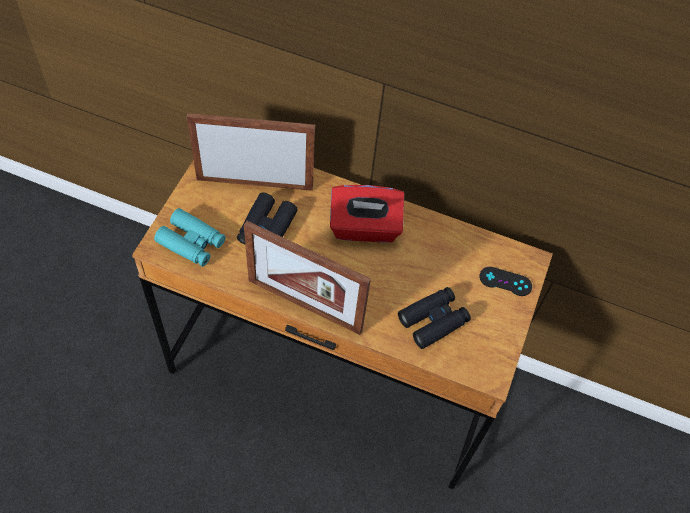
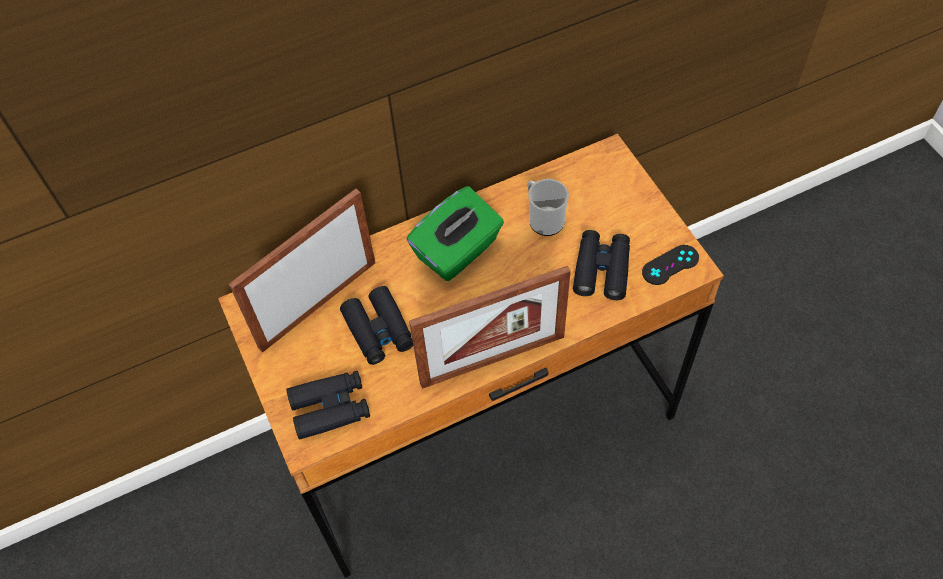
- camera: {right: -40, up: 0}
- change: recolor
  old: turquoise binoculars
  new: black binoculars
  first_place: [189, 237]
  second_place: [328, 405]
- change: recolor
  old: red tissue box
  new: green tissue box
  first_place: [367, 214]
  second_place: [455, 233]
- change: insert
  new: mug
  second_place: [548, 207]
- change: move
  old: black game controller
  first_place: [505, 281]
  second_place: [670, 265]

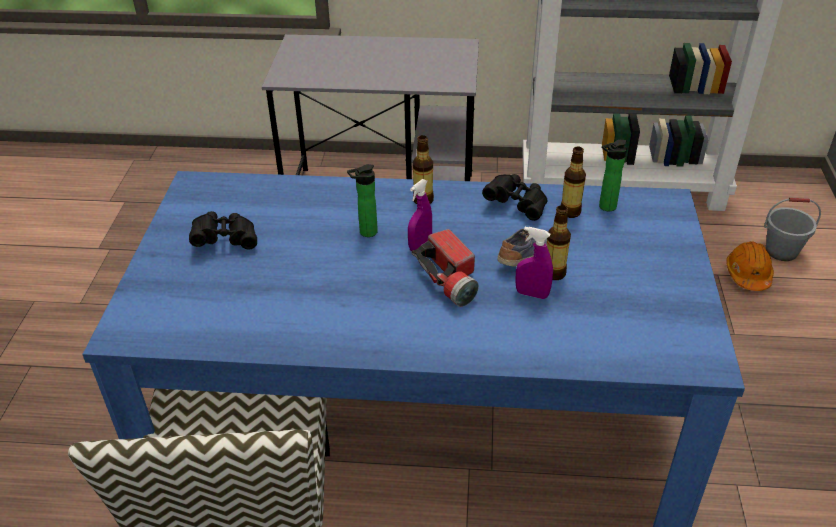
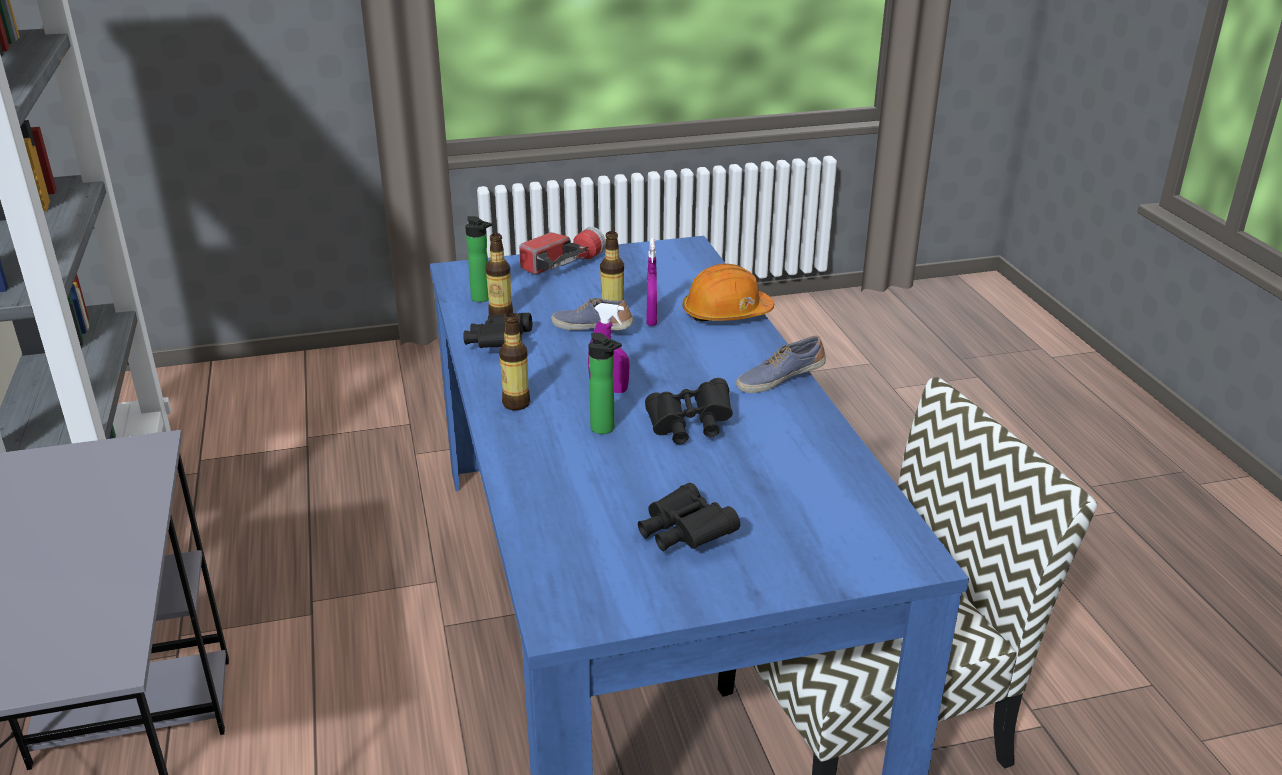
- camera: {right: -110, up: -10}
- change: move
  old: flashlight
  first_place: [445, 268]
  second_place: [562, 251]
- change: insert
  new: black binoculars
  second_place: [689, 411]
- change: move
  old: orange hard hat
  first_place: [750, 266]
  second_place: [728, 292]
- change: insert
  new: shoe
  second_place: [781, 364]
- change: delete
  old: grey bucket
  first_place: [792, 229]

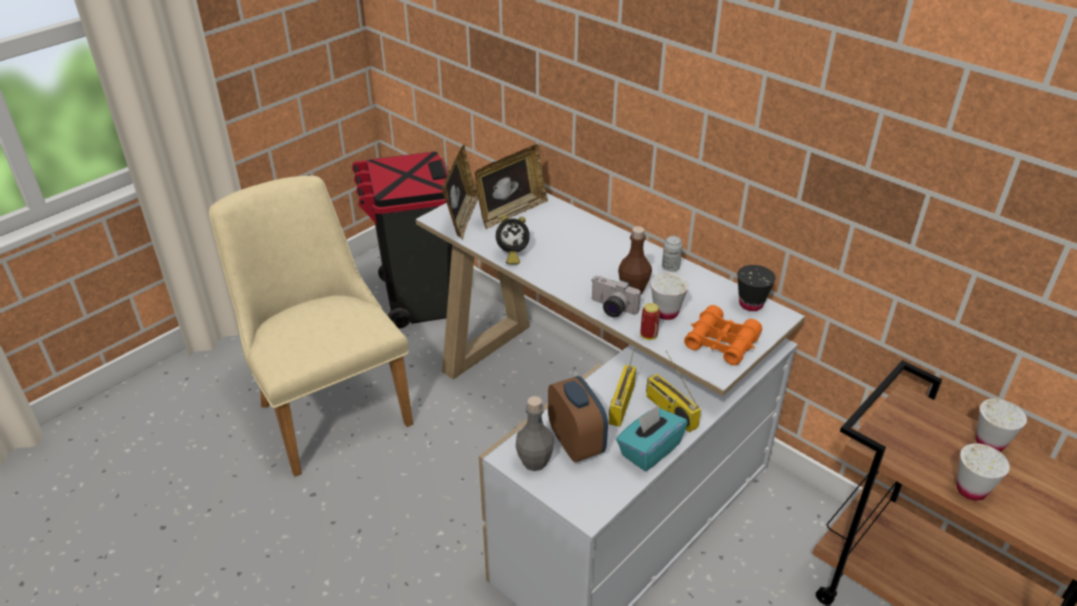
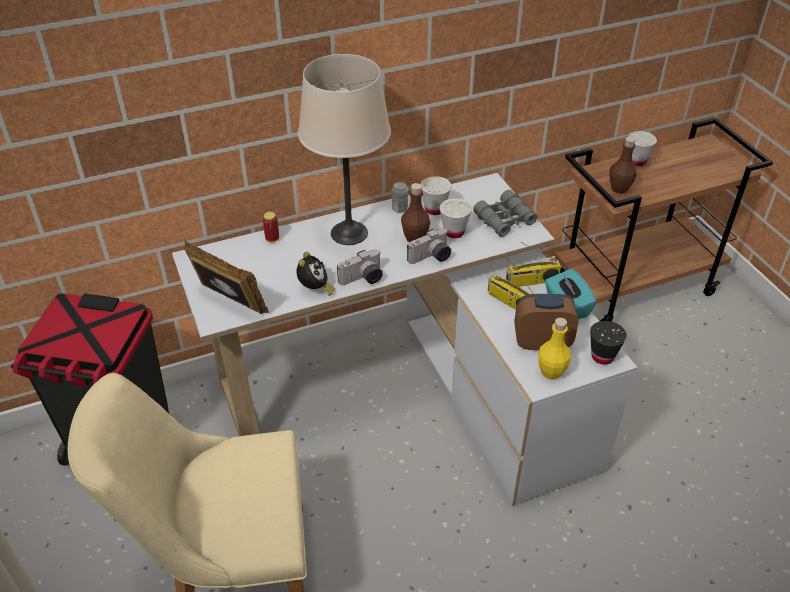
- camera: {right: -65, up: 5}
- change: move
  old: can
  first_place: [650, 321]
  second_place: [271, 227]
- change: insert
  new: beige table lamp
  second_place: [344, 149]
- change: insert
  new: photo camera
  second_place: [360, 267]
- change: move
  old: white cup
  first_place: [983, 472]
  second_place: [436, 195]
- change: recolor
  old: orange binoculars
  new: grey binoculars
  first_place: [723, 335]
  second_place: [505, 213]
- change: recolor
  old: grey bottle
  new: yellow bottle
  first_place: [535, 433]
  second_place: [554, 349]
- change: move
  old: black cup
  first_place: [756, 288]
  second_place: [608, 343]
- change: insert
  new: brown bottle
  second_place: [623, 165]
- change: delete
  old: picture frame
  first_place: [511, 187]

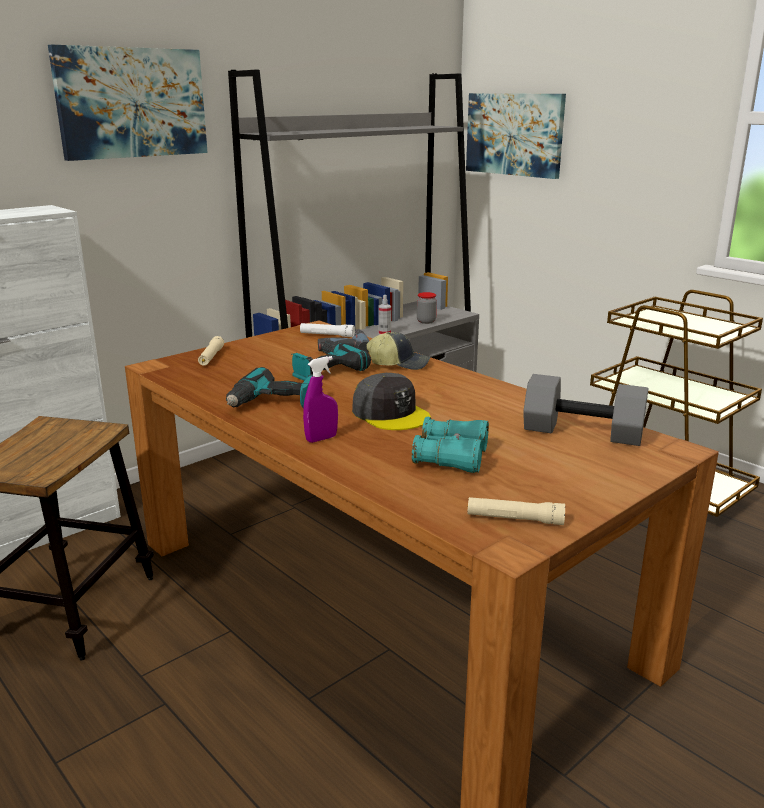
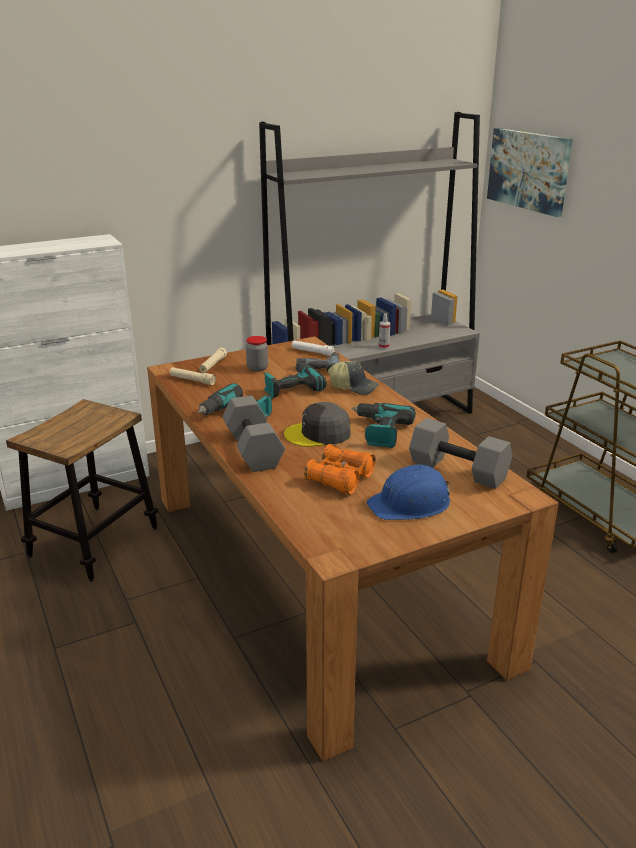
- camera: {right: 15, up: 5}
- change: move
  old: beige flashlight
  first_place: [516, 511]
  second_place: [193, 376]
- change: replace
  old: purple spray bottle
  new: grey dumbbell
  first_place: [320, 399]
  second_place: [254, 434]
- change: move
  old: jar
  first_place: [427, 308]
  second_place: [257, 354]
- change: rotate
  old: grey cap
  first_place: [391, 401]
  second_place: [317, 424]
  degrees: 105
- change: recolor
  old: turquoise binoculars
  new: orange binoculars
  first_place: [450, 445]
  second_place: [340, 469]
- change: insert
  new: power drill
  second_place: [383, 425]
- change: insert
  new: blue hard hat
  second_place: [408, 492]
- change: delete
  old: picture
  first_place: [128, 103]

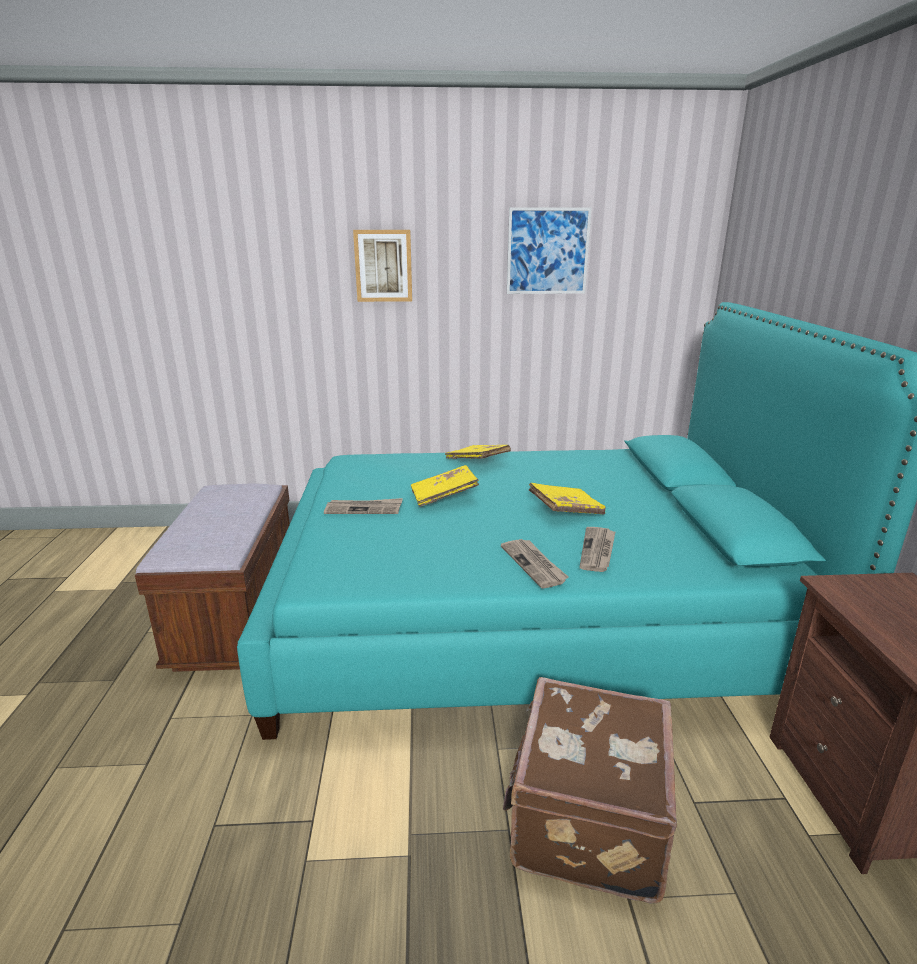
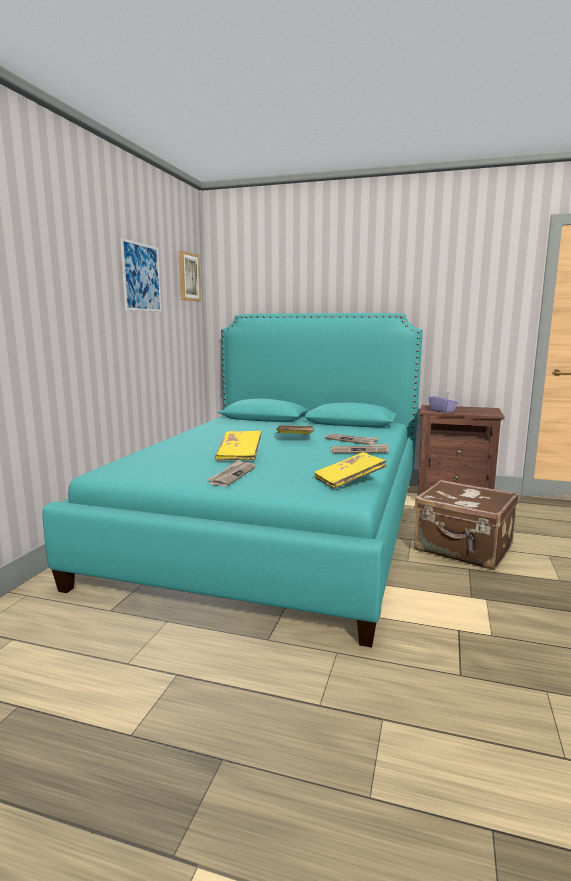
- camera: {right: -70, up: -10}
- change: move
  old: picture
  first_place: [382, 266]
  second_place: [190, 275]
- change: move
  old: yellow book
  first_place: [478, 452]
  second_place: [350, 470]
- change: insert
  new: purple tissue box
  second_place: [443, 402]
- change: delete
  old: brown bench
  first_place: [212, 578]

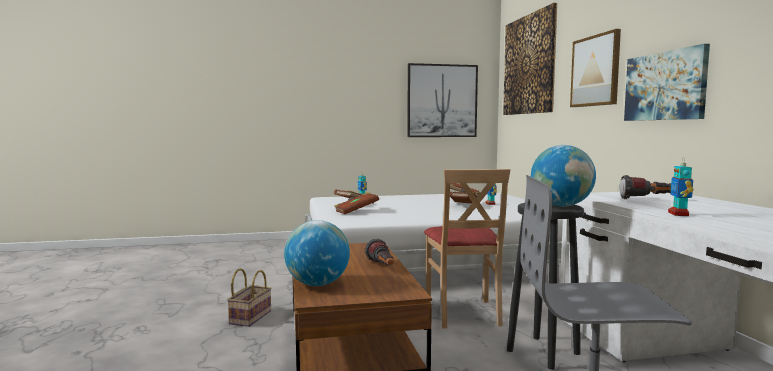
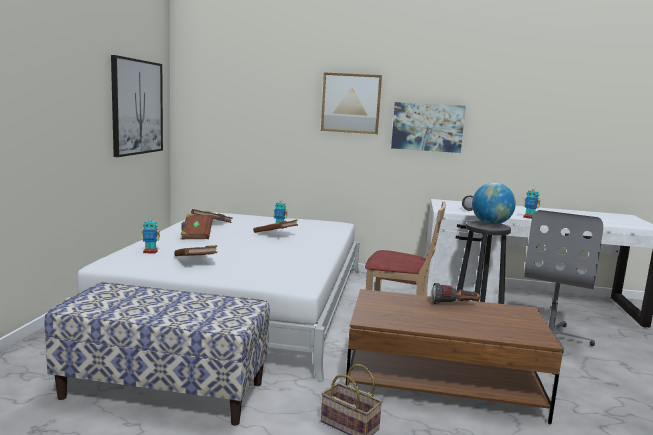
- camera: {right: -70, up: 5}
- change: insert
  new: bench
  second_place: [157, 354]
- change: move
  old: brown book
  first_place: [356, 203]
  second_place: [196, 226]
- change: delete
  old: globe
  first_place: [317, 253]
- change: delete
  old: picture
  first_place: [530, 59]

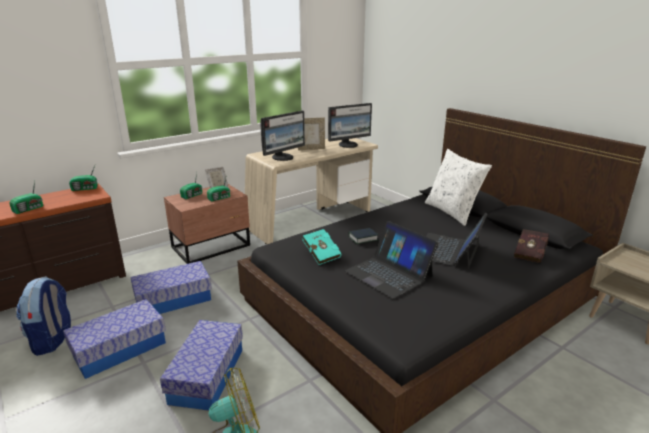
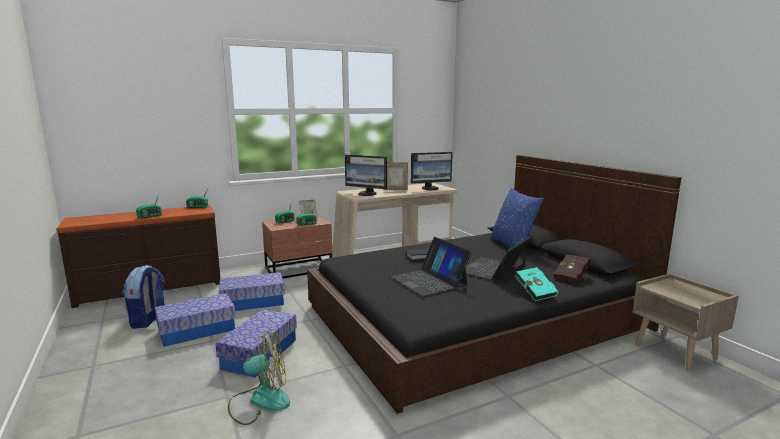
- camera: {right: 10, up: -10}
- change: rotate
  old: monitor
  first_place: [282, 136]
  second_place: [366, 175]
  degrees: 60
- change: recolor
  old: white pillow
  new: blue pillow
  first_place: [458, 187]
  second_place: [517, 218]
- change: move
  old: turquoise book
  first_place: [322, 247]
  second_place: [537, 284]

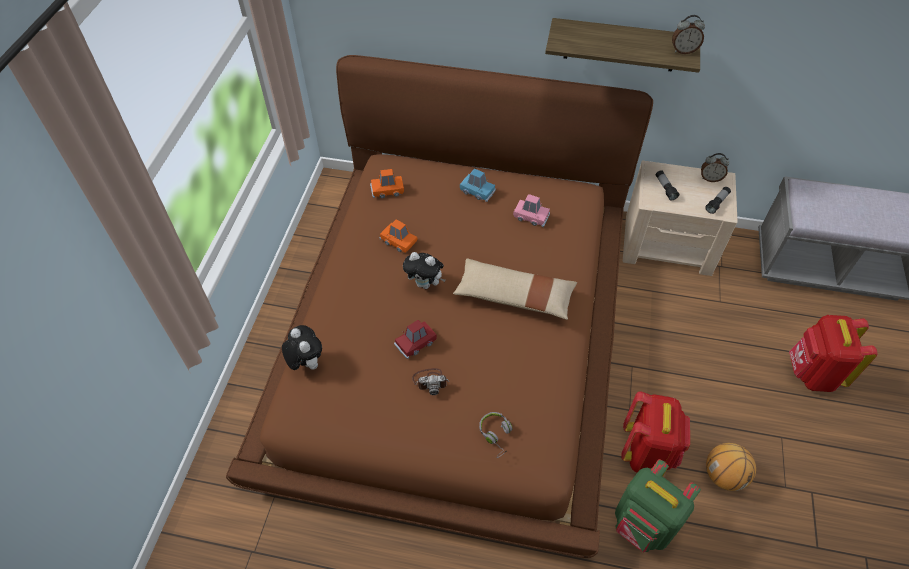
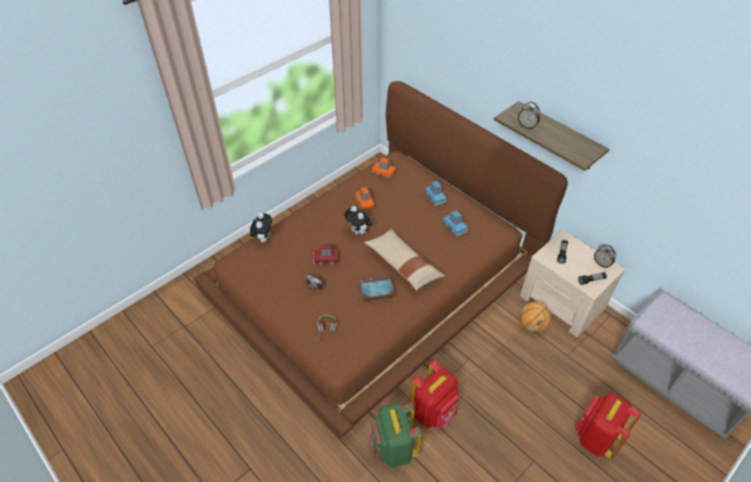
- camera: {right: 35, up: -5}
- change: insert
  new: book
  second_place: [377, 289]
- change: recolor
  old: pink toy car
  new: blue toy car
  first_place: [531, 210]
  second_place: [455, 223]
- change: move
  old: alarm clock
  first_place: [688, 34]
  second_place: [529, 116]
- change: move
  old: basketball
  first_place: [731, 467]
  second_place: [535, 316]

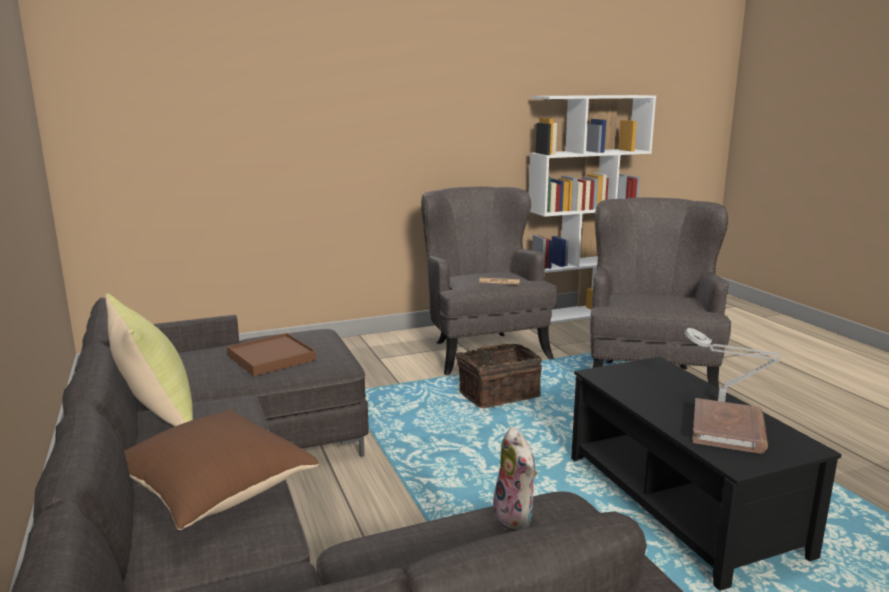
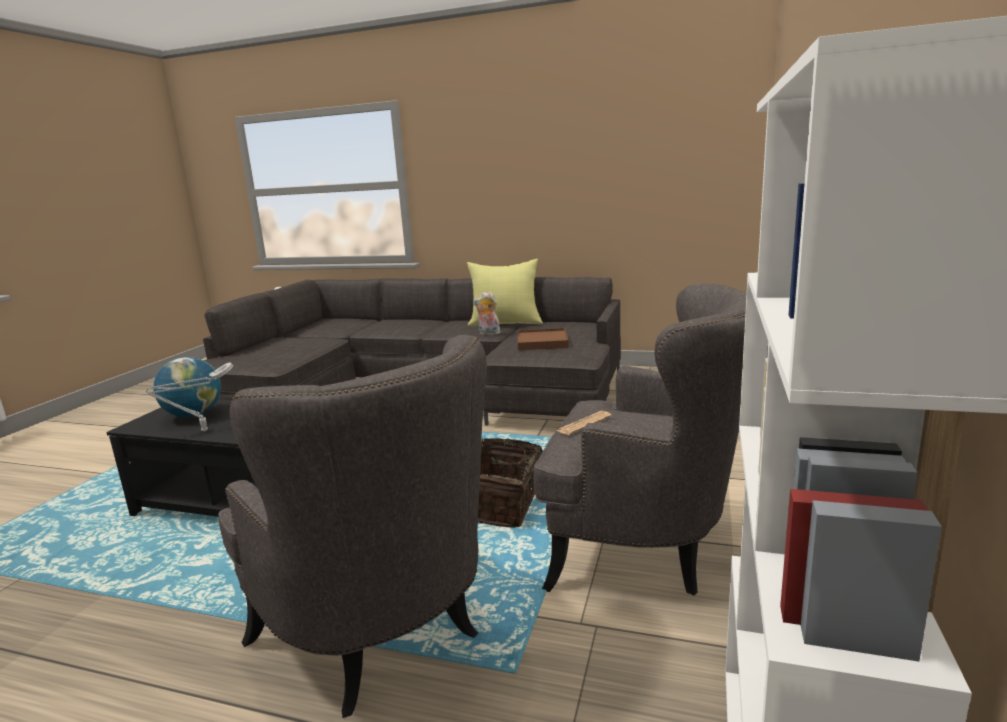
- camera: {right: 130, up: 0}
- change: replace
  old: brown book
  new: globe
  first_place: [730, 426]
  second_place: [187, 387]
- change: move
  old: plush toy
  first_place: [513, 479]
  second_place: [488, 313]
- change: delete
  old: brown pillow
  first_place: [221, 469]

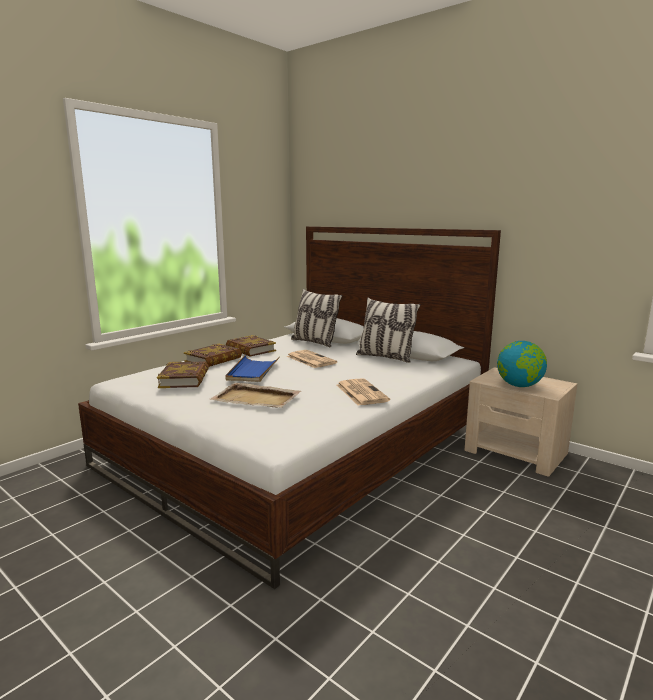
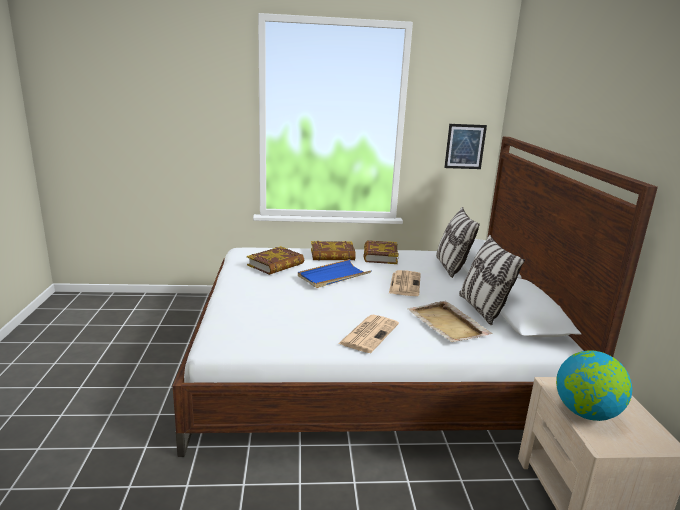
- camera: {right: 45, up: 5}
- change: move
  old: beige tray
  first_place: [255, 395]
  second_place: [450, 321]
- change: insert
  new: picture
  second_place: [465, 146]

